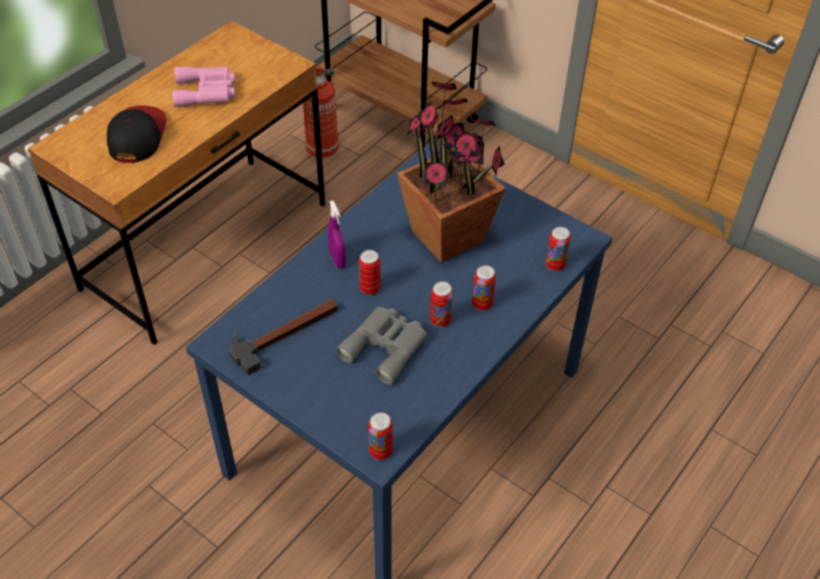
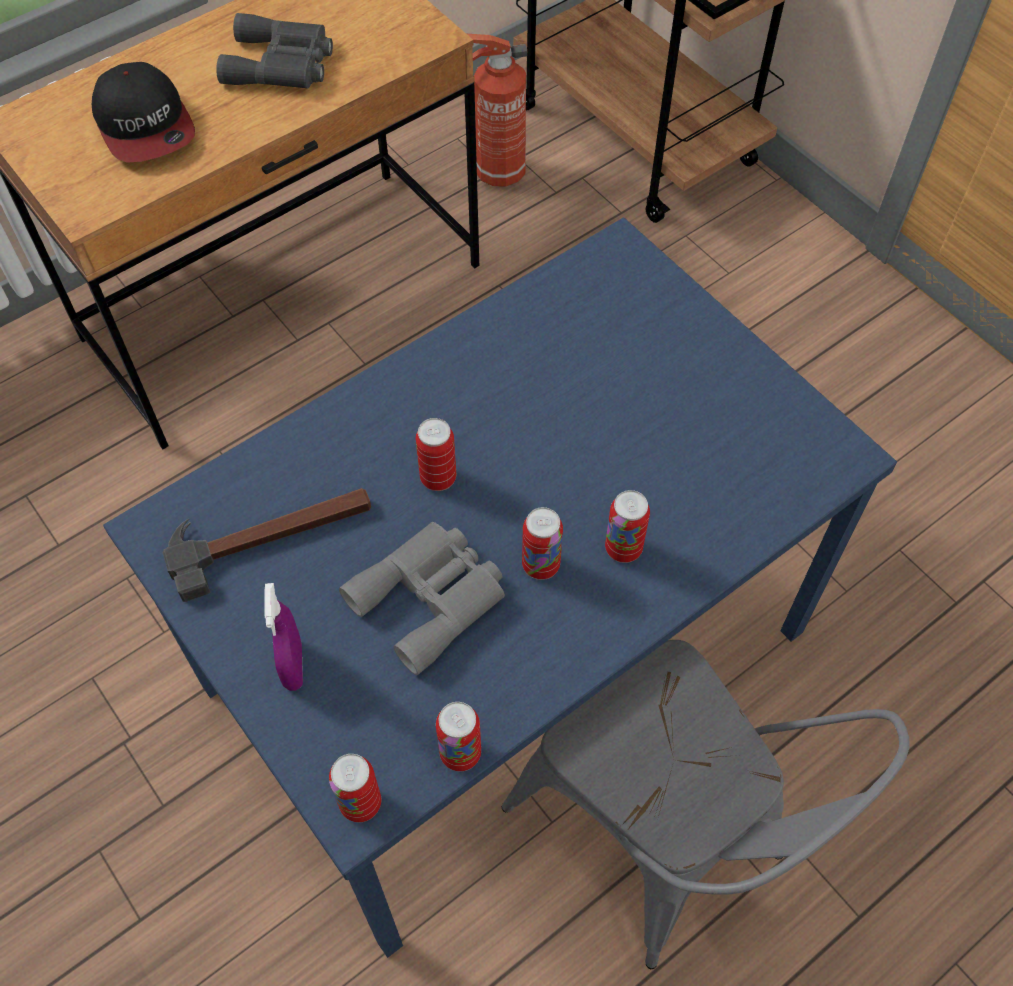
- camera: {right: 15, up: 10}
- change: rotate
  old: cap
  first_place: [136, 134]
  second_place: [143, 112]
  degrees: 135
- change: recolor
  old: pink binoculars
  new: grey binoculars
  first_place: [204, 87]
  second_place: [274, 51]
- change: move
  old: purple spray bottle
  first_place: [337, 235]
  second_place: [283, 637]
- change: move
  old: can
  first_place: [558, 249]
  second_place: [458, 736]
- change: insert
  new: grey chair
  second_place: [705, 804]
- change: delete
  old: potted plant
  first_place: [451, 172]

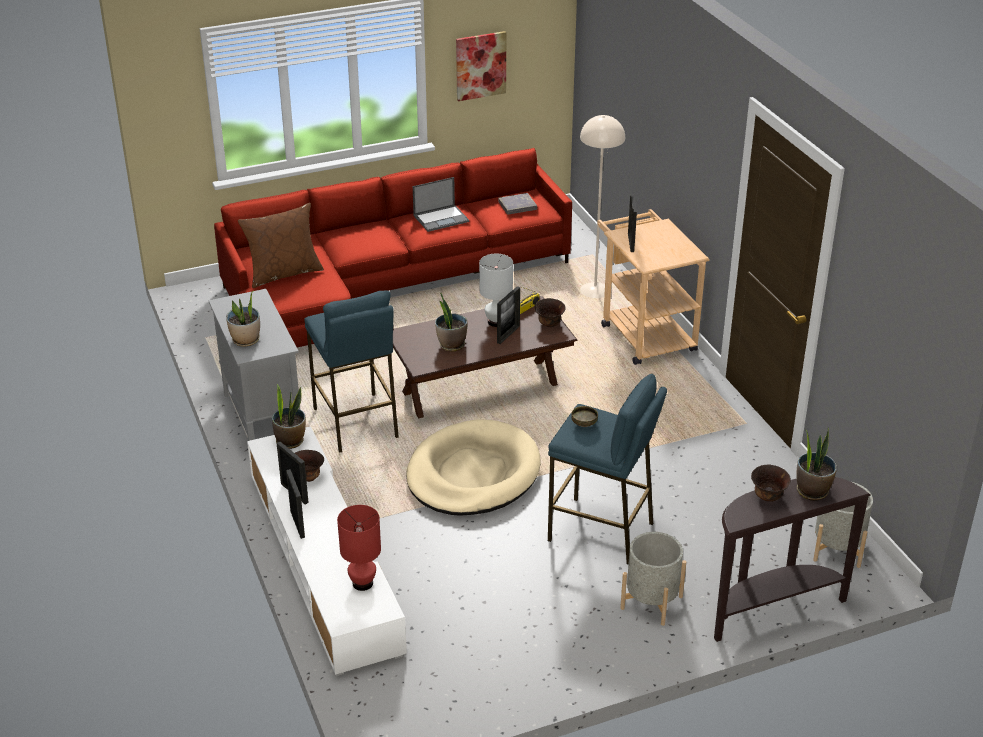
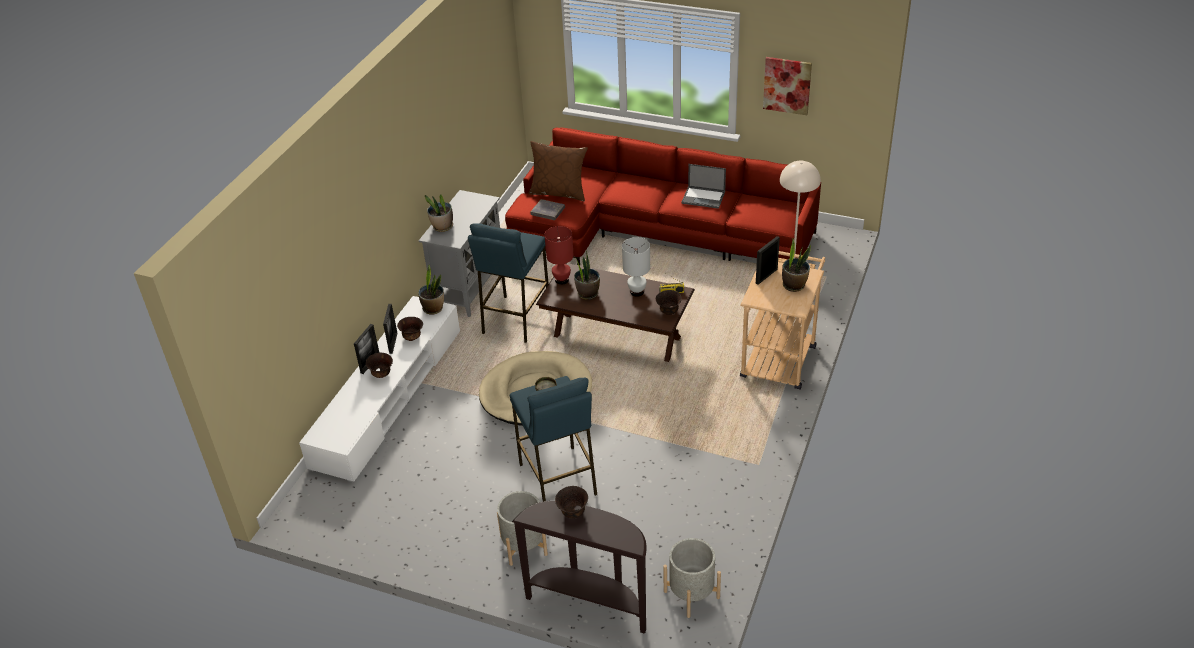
- camera: {right: 45, up: 5}
- change: insert
  new: brown bowl
  second_place: [379, 365]
- change: move
  old: grey book
  first_place: [517, 203]
  second_place: [547, 209]
- change: move
  old: red table lamp
  first_place: [359, 548]
  second_place: [559, 255]
- change: move
  old: potted plant
  first_place: [816, 464]
  second_place: [796, 265]
- change: delete
  old: picture frame
  first_place: [508, 315]

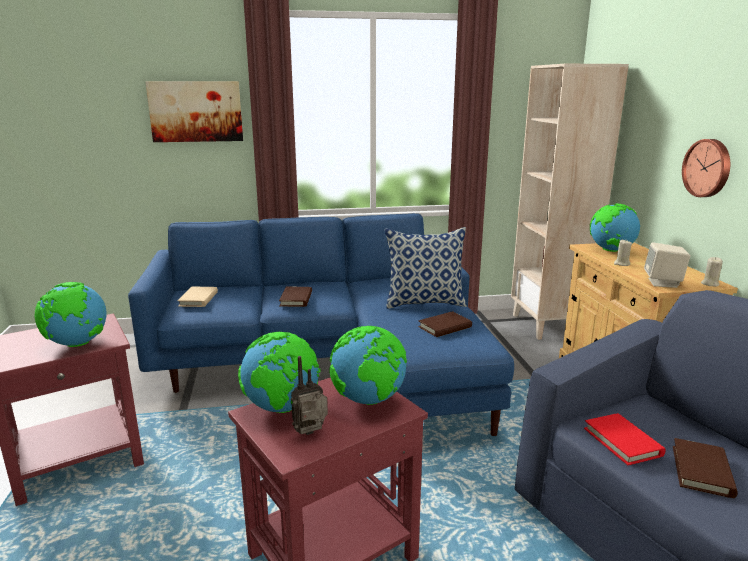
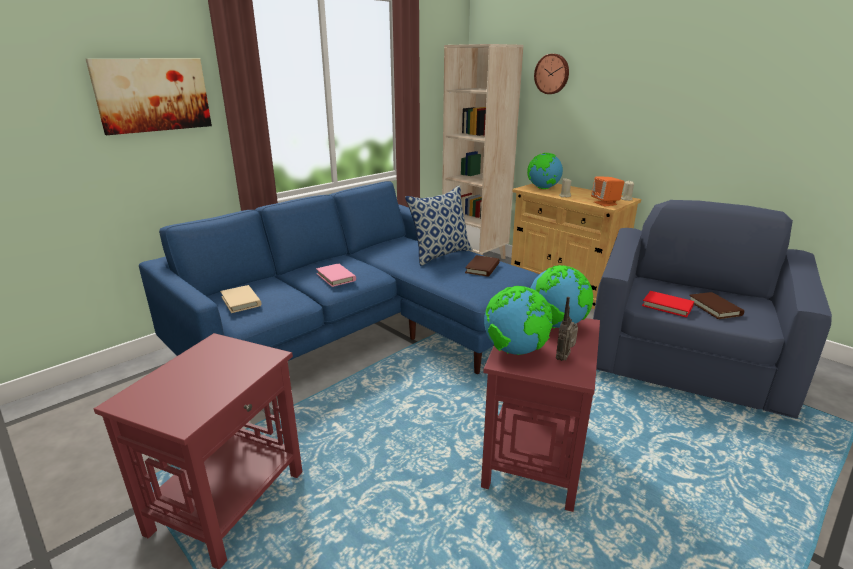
- camera: {right: -35, up: 5}
- change: recolor
  old: brown book
  new: pink book
  first_place: [295, 297]
  second_place: [336, 275]
- change: move
  old: wall clock
  first_place: [706, 168]
  second_place: [551, 74]
- change: recolor
  old: beige speaker
  new: orange speaker
  first_place: [667, 265]
  second_place: [607, 191]
- change: delete
  old: globe
  first_place: [71, 314]

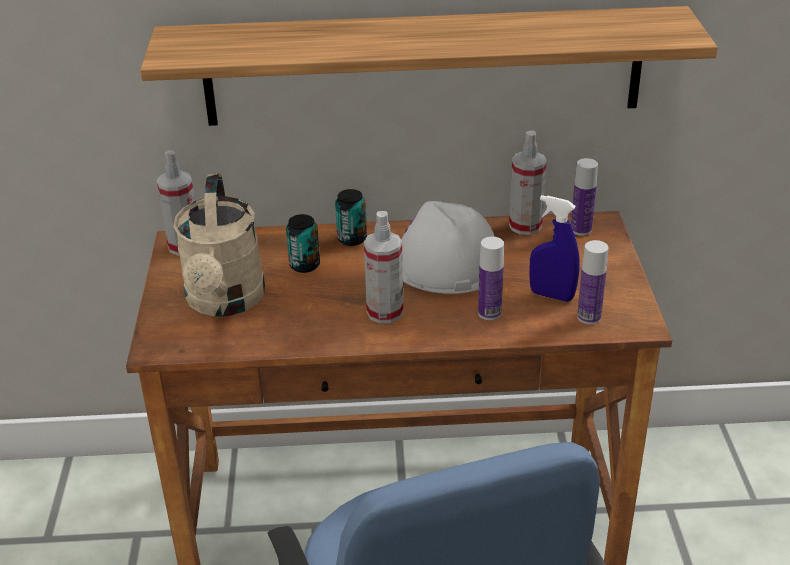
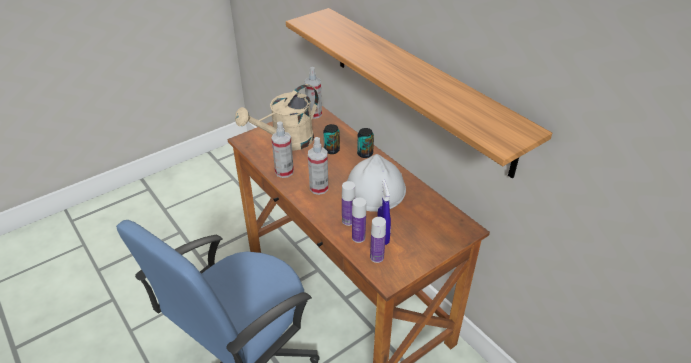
- camera: {right: 55, up: 5}
- change: move
  old: spray bottle
  first_place: [528, 182]
  second_place: [282, 149]
- change: move
  old: bottle
  first_place: [584, 197]
  second_place: [359, 220]

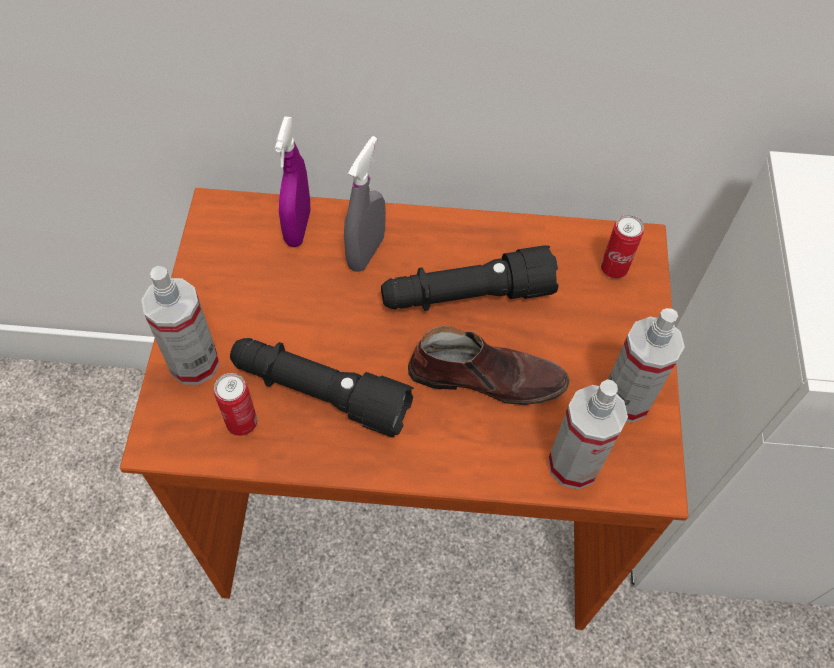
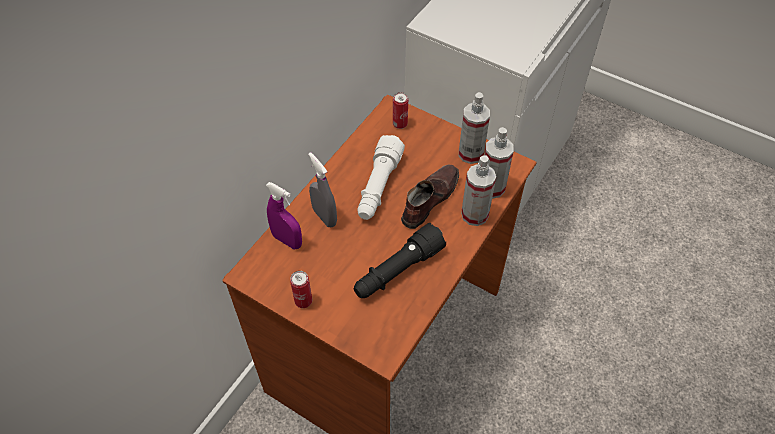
- camera: {right: -60, up: -5}
- change: move
  old: can
  first_place: [235, 404]
  second_place: [301, 289]
- change: recolor
  old: black flashlight
  new: white flashlight
  first_place: [470, 278]
  second_place: [381, 177]
- change: move
  old: spray bottle
  first_place: [180, 325]
  second_place: [478, 190]

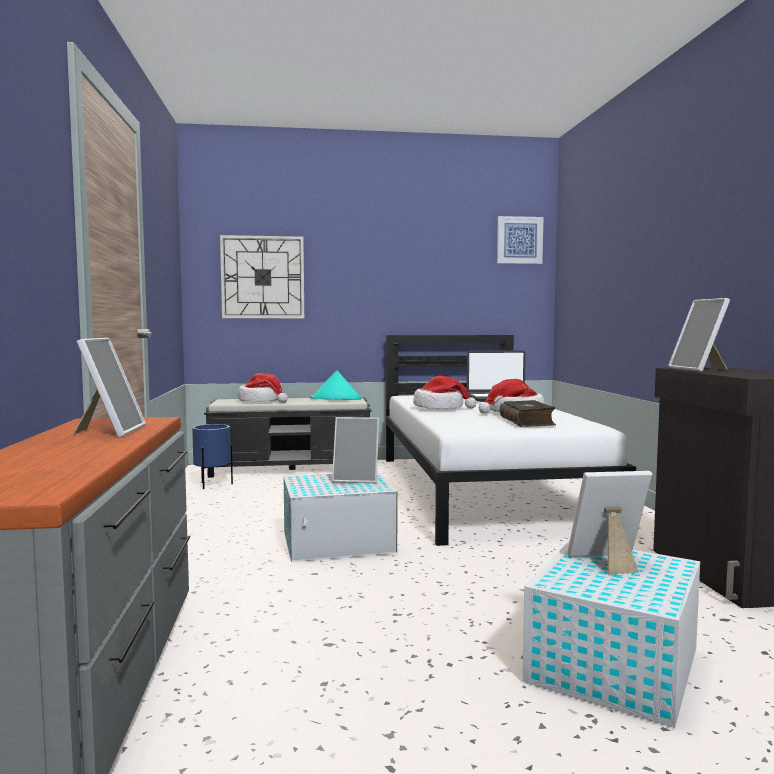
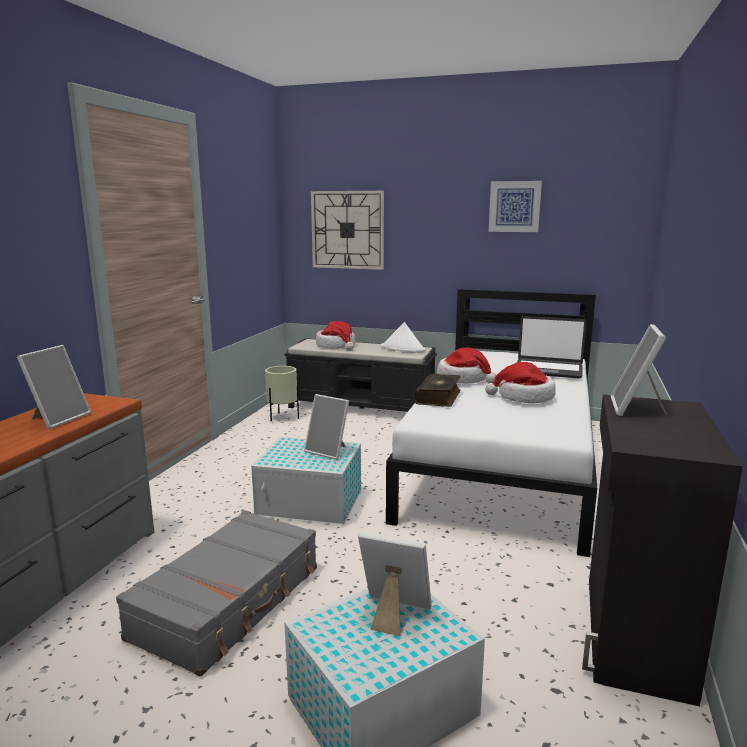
- camera: {right: 25, up: 10}
- change: insert
  new: grey suitcase
  second_place: [216, 593]
- change: recolor
  old: blue planter
  new: beige planter
  first_place: [212, 456]
  second_place: [282, 393]
- change: recolor
  old: turquoise hat
  new: white hat
  first_place: [336, 385]
  second_place: [403, 337]
- change: move
  old: book
  first_place: [528, 413]
  second_place: [437, 390]
- change: move
  old: picture
  first_place: [520, 240]
  second_place: [515, 206]

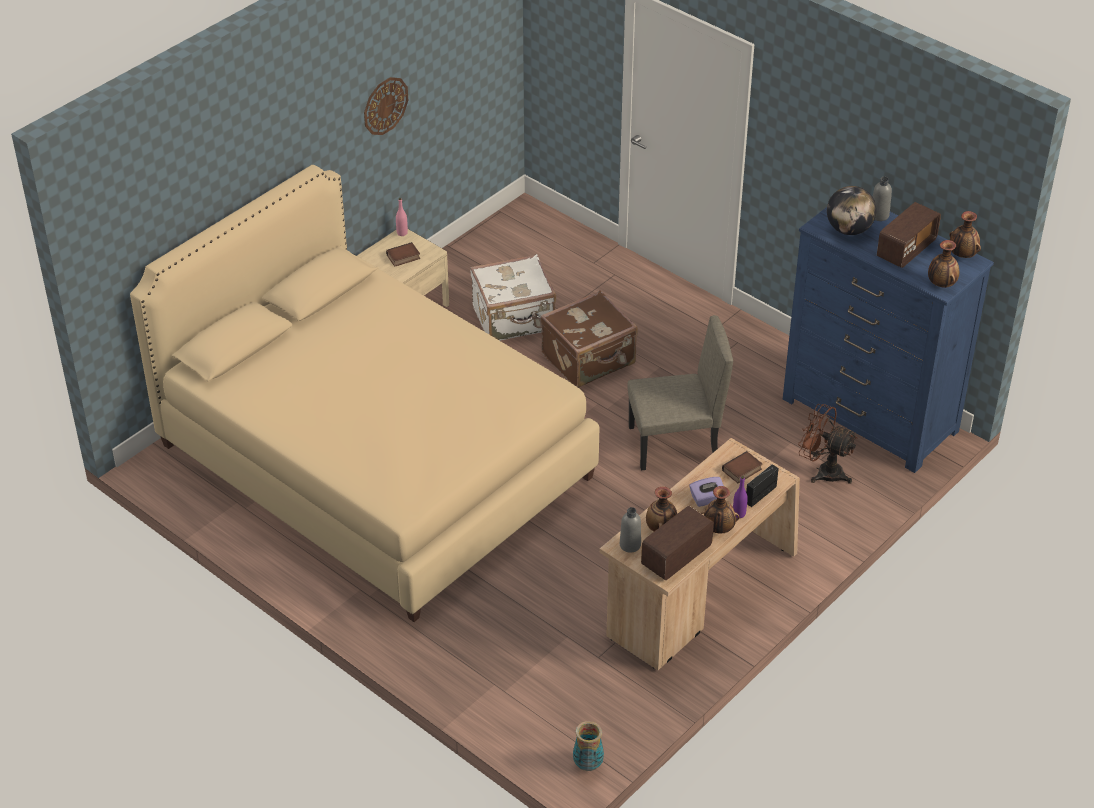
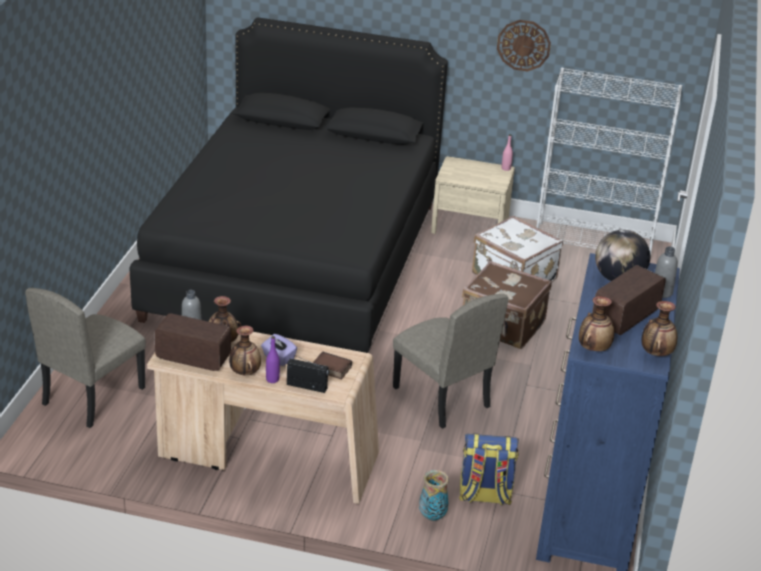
- camera: {right: 60, up: -10}
- change: insert
  new: beige chair
  second_place: [85, 358]
- change: recolor
  old: beige bed
  new: black bed
  first_place: [365, 393]
  second_place: [289, 185]
- change: move
  old: vase
  first_place: [588, 746]
  second_place: [434, 495]
- change: replace
  old: brown fan
  new: backpack
  first_place: [827, 444]
  second_place: [489, 469]
- change: insert
  new: white bookcase
  second_place: [609, 163]
- change: rotate
  old: radio
  first_place: [909, 235]
  second_place: [629, 300]
  degrees: 120
- change: delete
  old: book
  first_place: [403, 254]

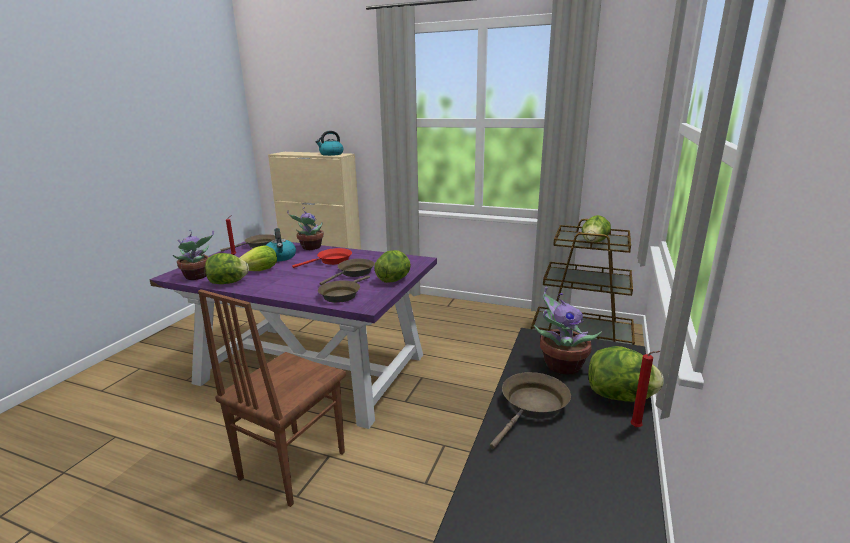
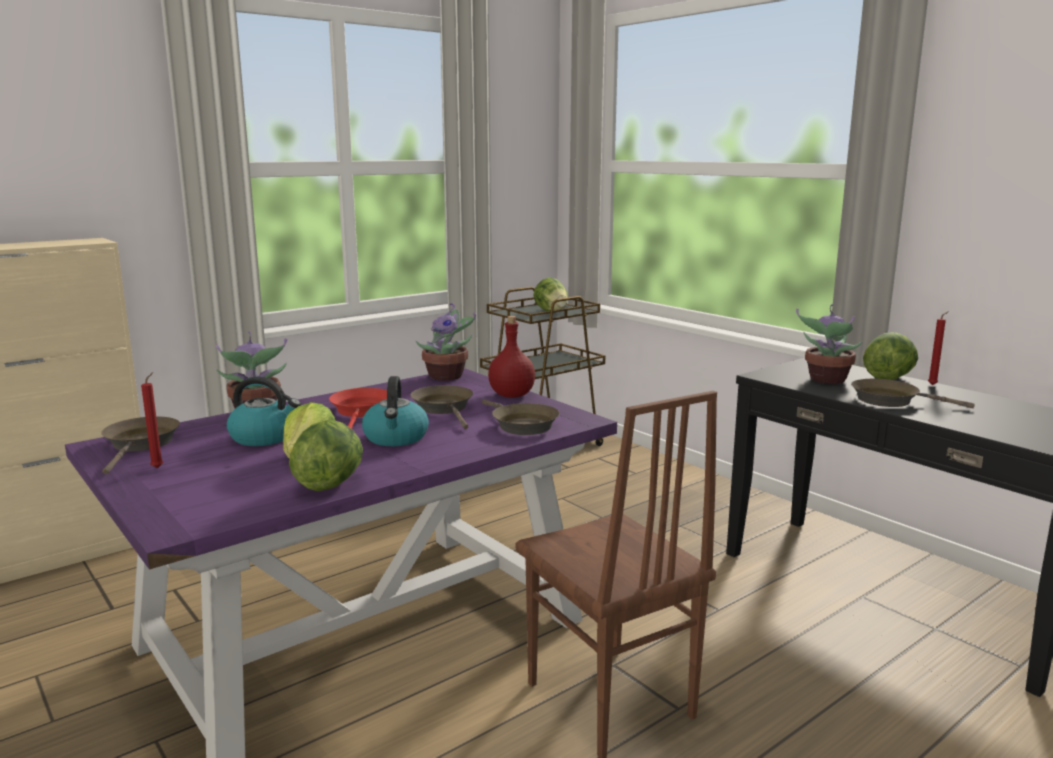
- camera: {right: -60, up: -5}
- change: move
  old: kettle
  first_place: [329, 143]
  second_place: [395, 411]
- change: move
  old: potted plant
  first_place: [193, 255]
  second_place: [446, 342]
- change: replace
  old: lettuce
  new: red bottle
  first_place: [392, 266]
  second_place: [511, 357]
- change: rotate
  old: brown frying pan
  first_place: [530, 410]
  second_place: [913, 393]
  degrees: -45

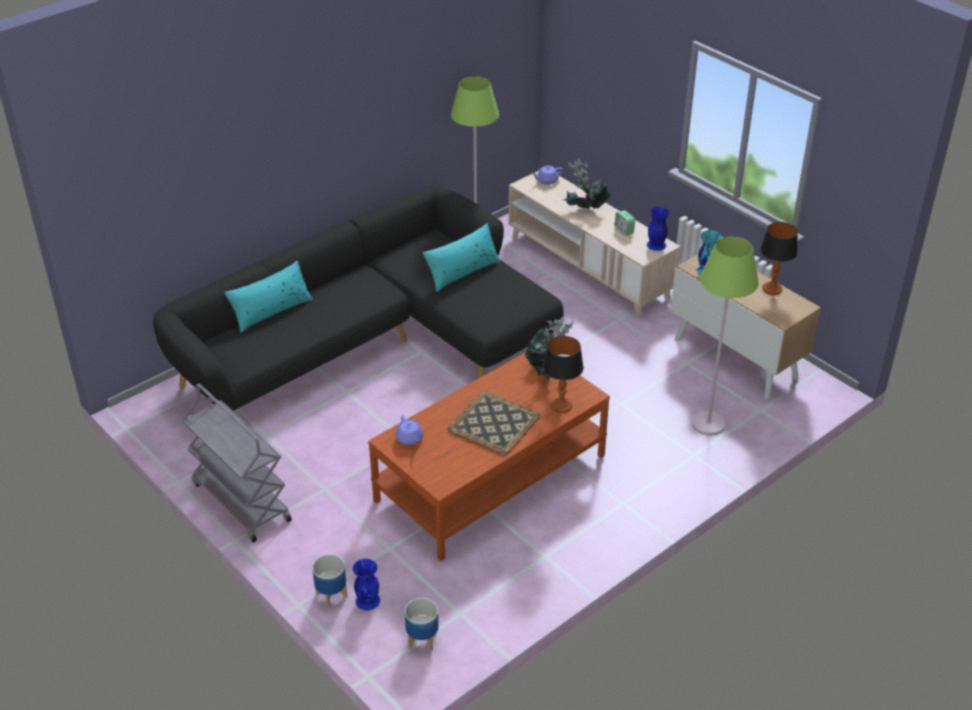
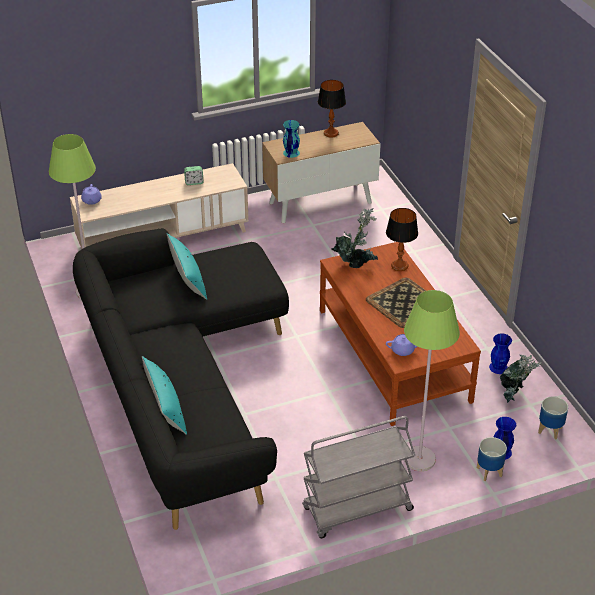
- camera: {right: -70, up: 0}
- change: move
  old: green floor lamp
  first_place: [725, 336]
  second_place: [432, 380]
- change: move
  old: blue vase
  first_place: [658, 229]
  second_place: [500, 353]
- change: move
  old: potted plant
  first_place: [587, 183]
  second_place: [521, 378]

